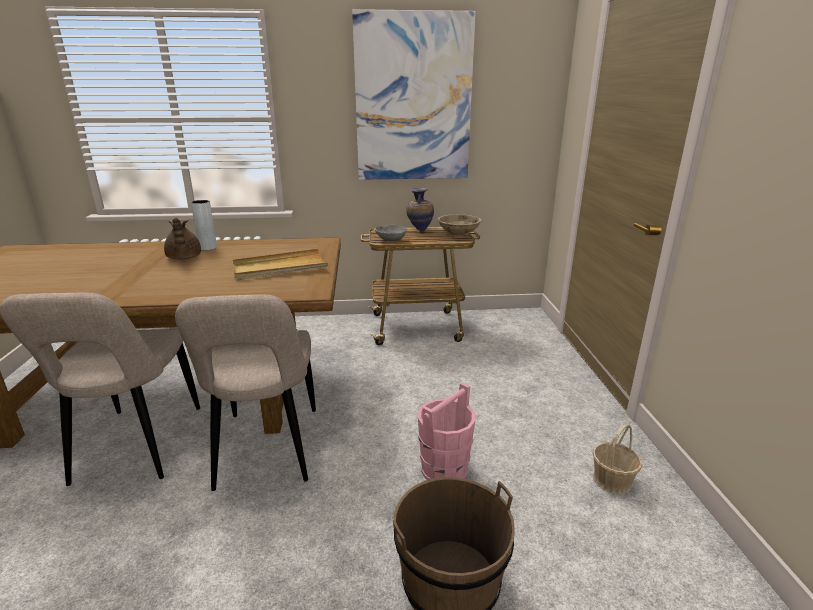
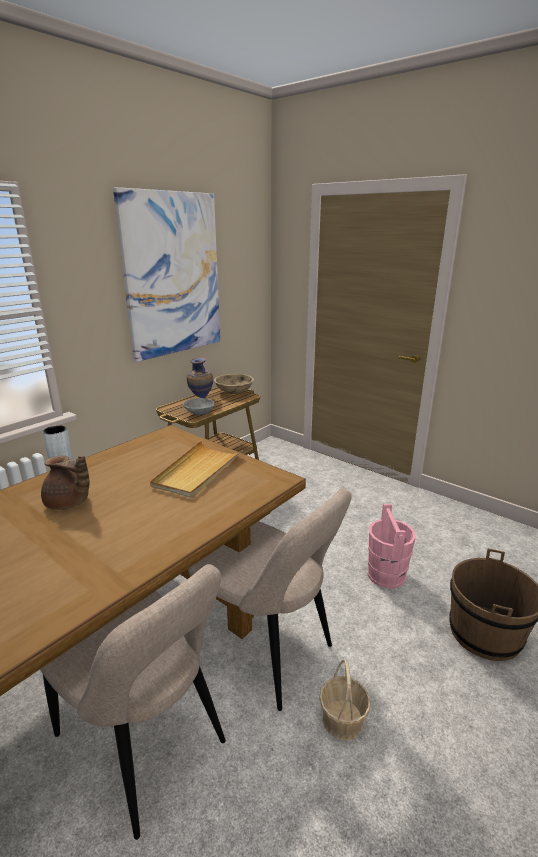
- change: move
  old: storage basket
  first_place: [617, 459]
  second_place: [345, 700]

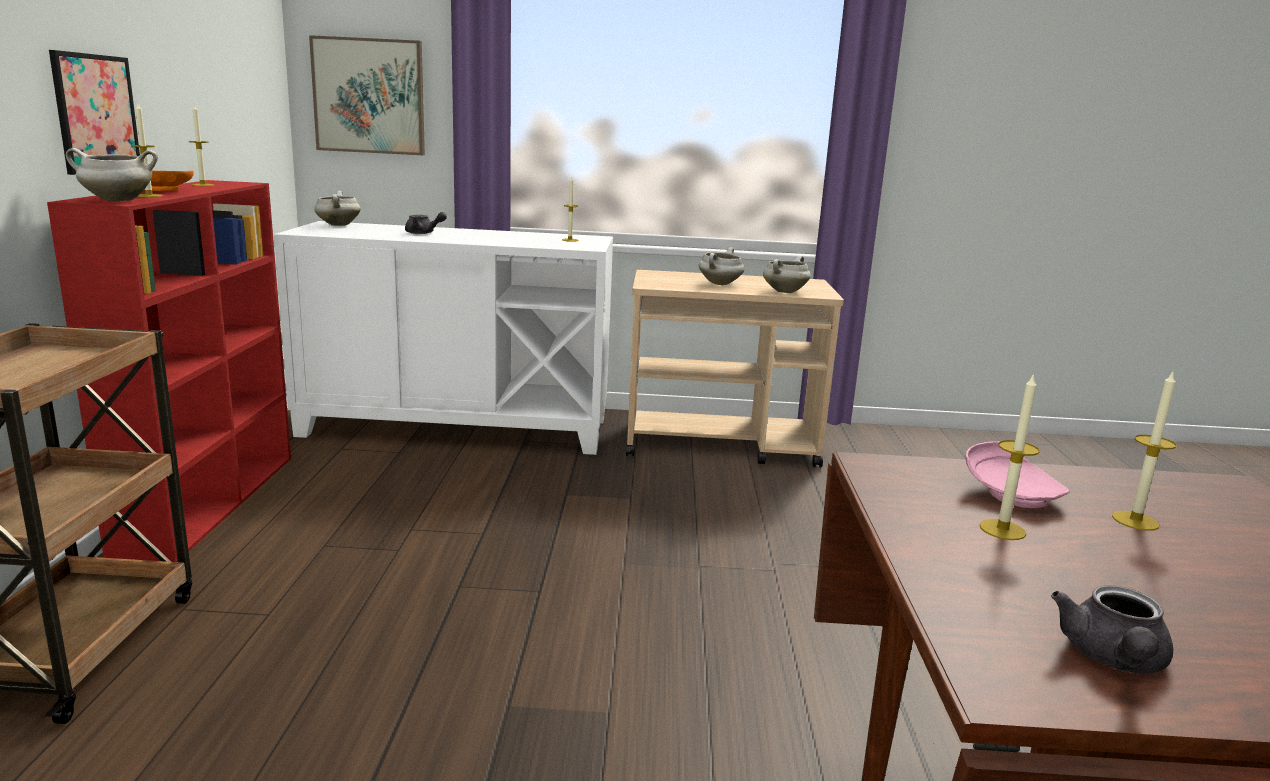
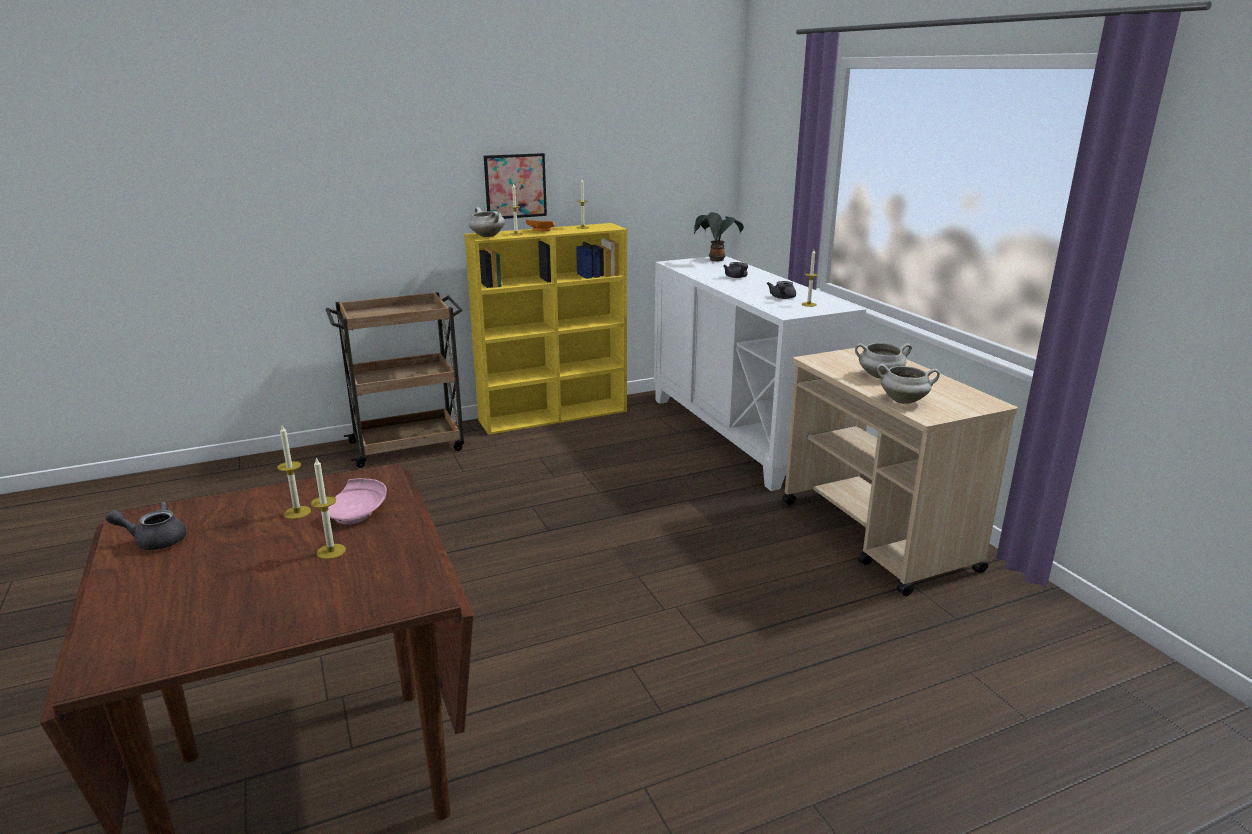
- change: delete
  old: wall picture
  first_place: [367, 95]
- change: insert
  new: grey pot for tea
  second_place: [781, 290]
- change: replace
  old: whitish stockpot
  new: plant in a pot
  first_place: [337, 208]
  second_place: [719, 236]
- change: recolor
  old: red bookshelf
  new: yellow-coloured bookshelf
  first_place: [169, 371]
  second_place: [546, 329]

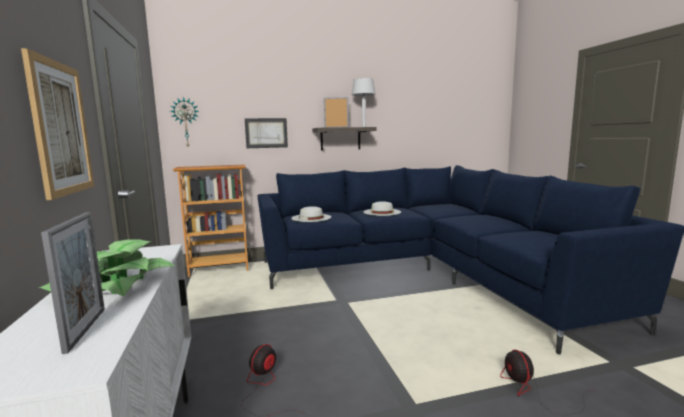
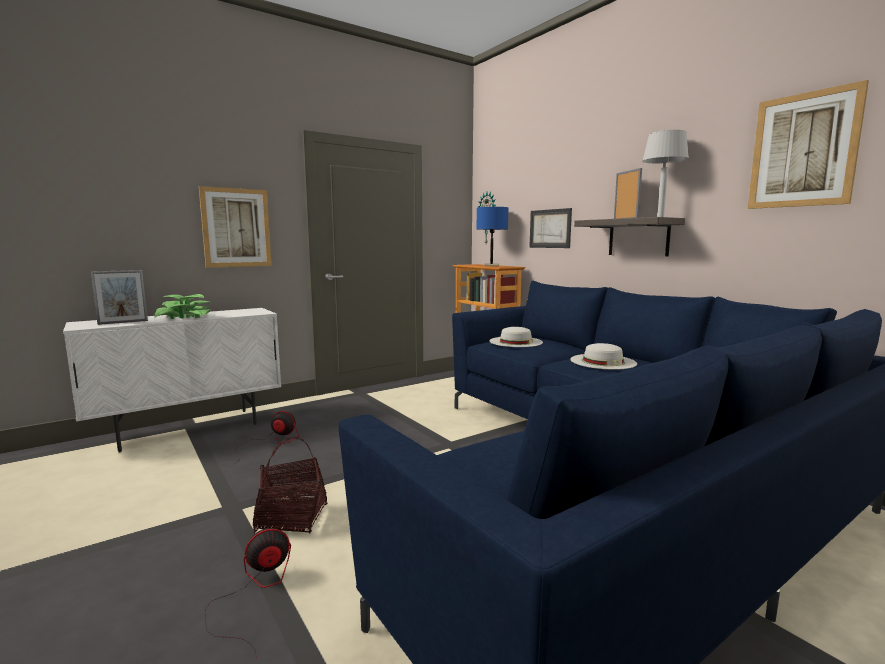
- change: insert
  new: storage basket
  second_place: [289, 485]
- change: insert
  new: blue tabletop lamp
  second_place: [492, 236]
- change: insert
  new: wall picture
  second_place: [808, 144]

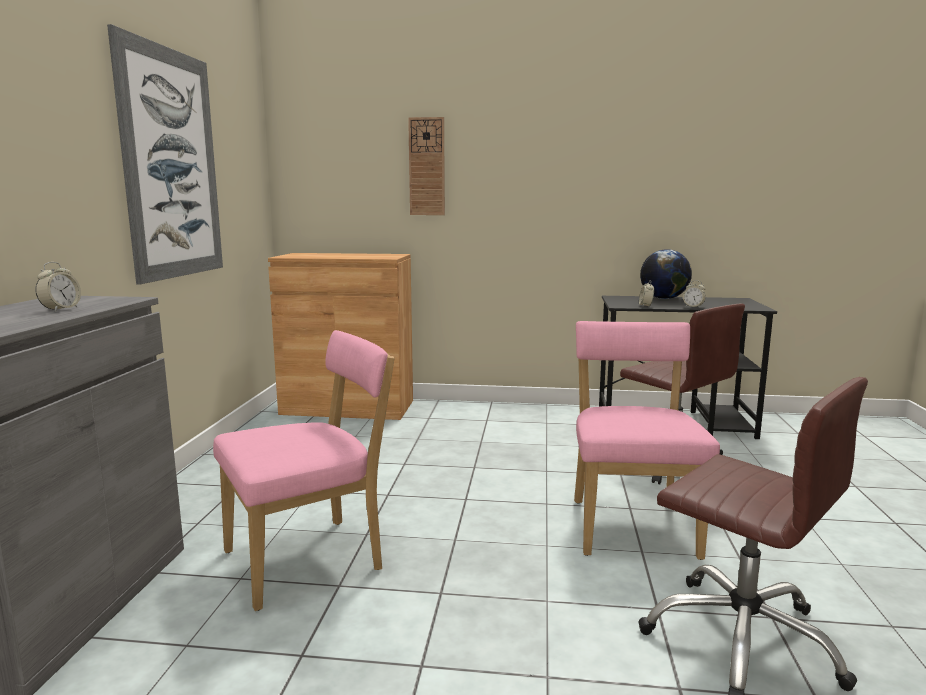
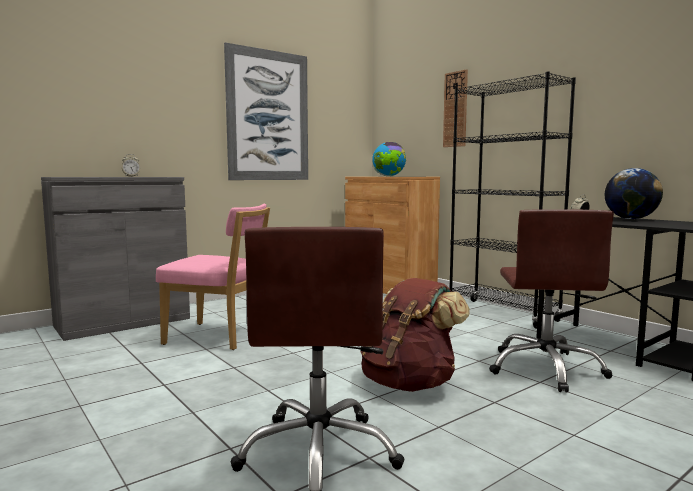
- change: delete
  old: alarm clock
  first_place: [694, 294]
- change: insert
  new: desk globe
  second_place: [389, 159]
- change: insert
  new: blackish bookshelf
  second_place: [512, 200]
- change: replace
  old: pinkish chair
  new: brownish rucksack
  first_place: [647, 440]
  second_place: [415, 335]

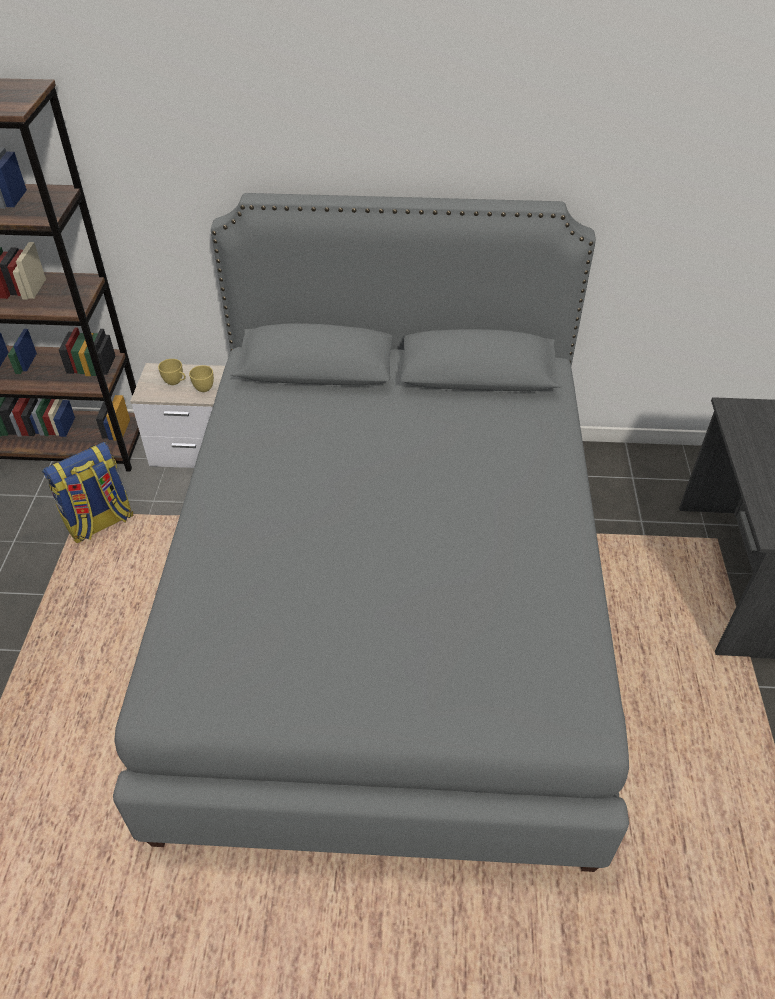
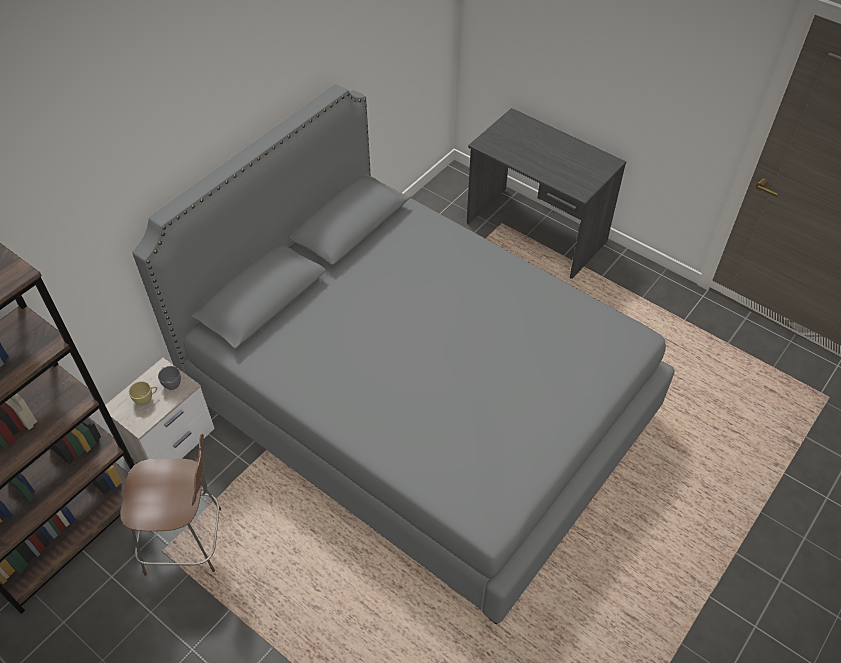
- change: replace
  old: rucksack
  new: brownish chair
  first_place: [87, 492]
  second_place: [170, 505]
- change: recolor
  old: yellow-coloured drinking cup
  new: grey drinking cup
  first_place: [201, 378]
  second_place: [169, 378]

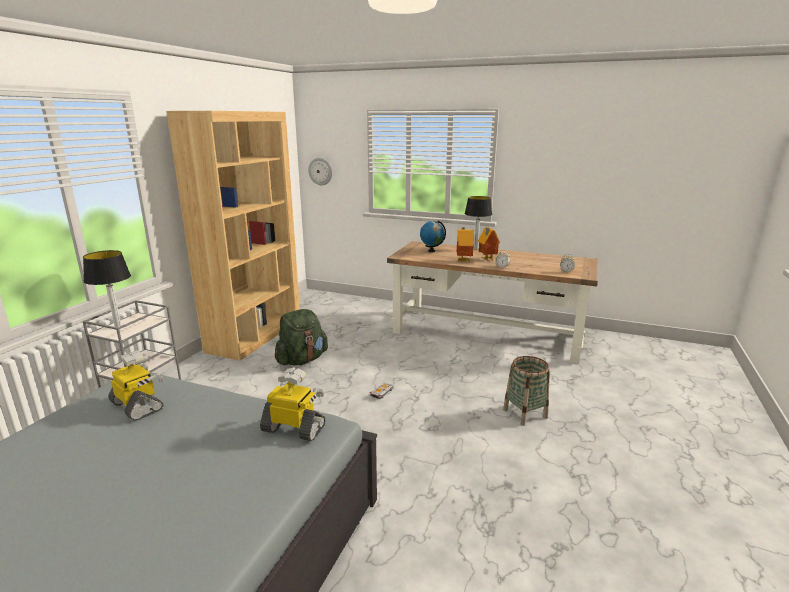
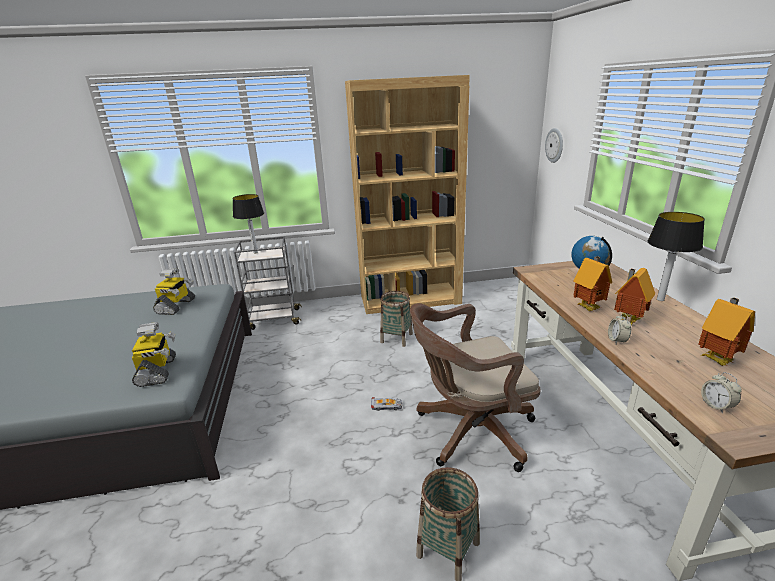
- change: insert
  new: brownish desk chair
  second_place: [475, 387]
- change: insert
  new: model house
  second_place: [726, 331]
- change: replace
  old: greenish rucksack
  new: storage basket
  first_place: [301, 337]
  second_place: [396, 319]

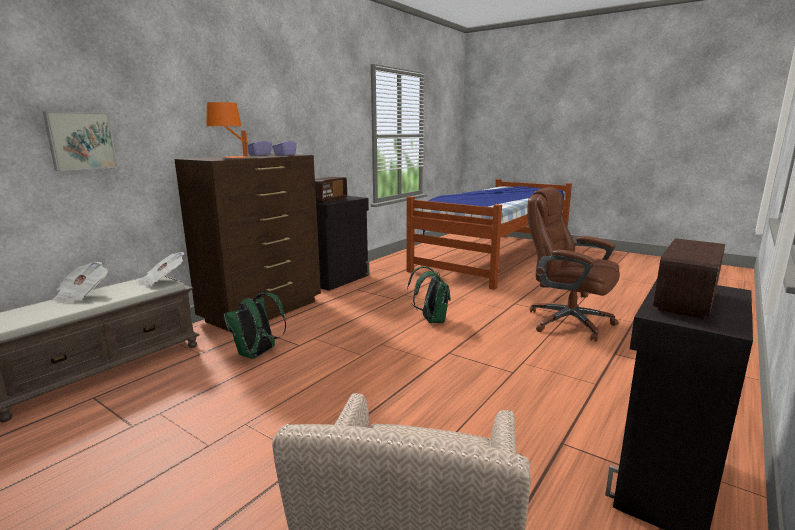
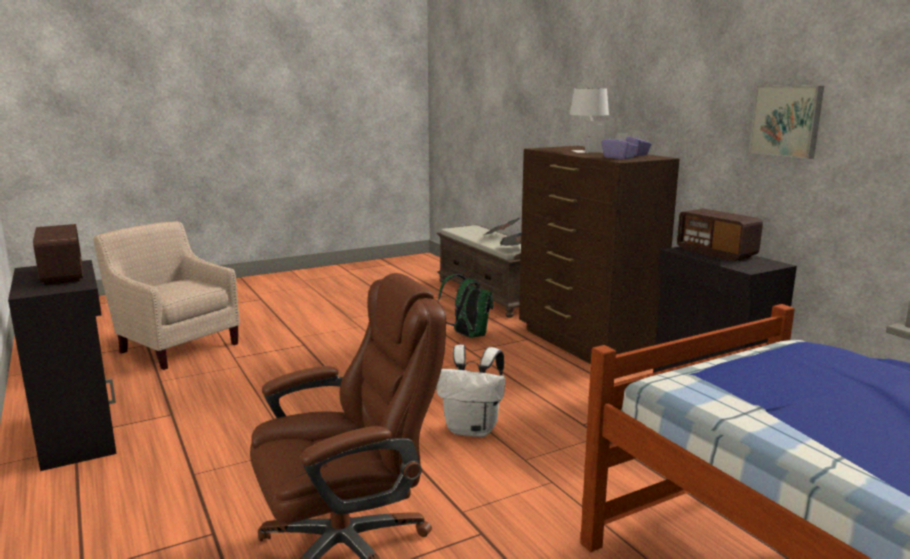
- change: move
  old: wall picture
  first_place: [80, 141]
  second_place: [786, 122]
- change: recolor
  old: orangey tabletop lamp
  new: whitish tabletop lamp
  first_place: [227, 130]
  second_place: [589, 120]
- change: recolor
  old: greenish rucksack
  new: whitish rucksack
  first_place: [429, 294]
  second_place: [470, 391]

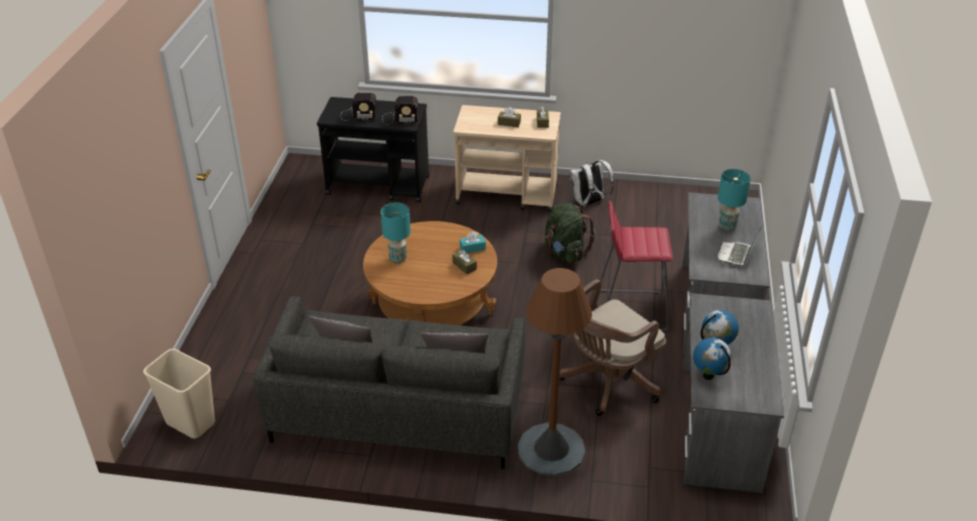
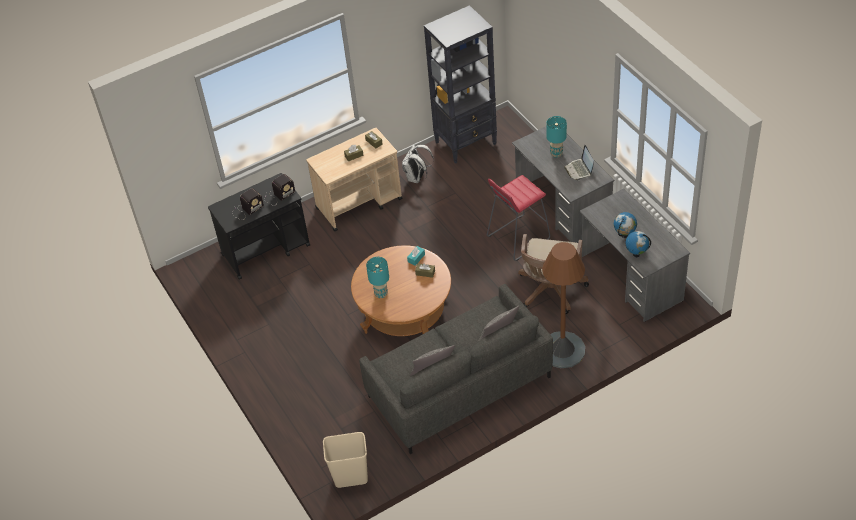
- change: delete
  old: greenish rucksack
  first_place: [570, 232]
- change: insert
  new: blackish bookshelf
  second_place: [460, 84]

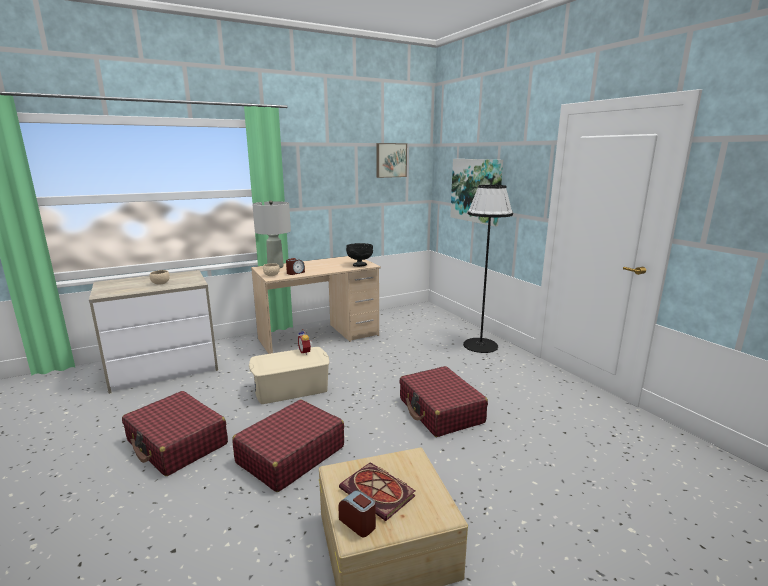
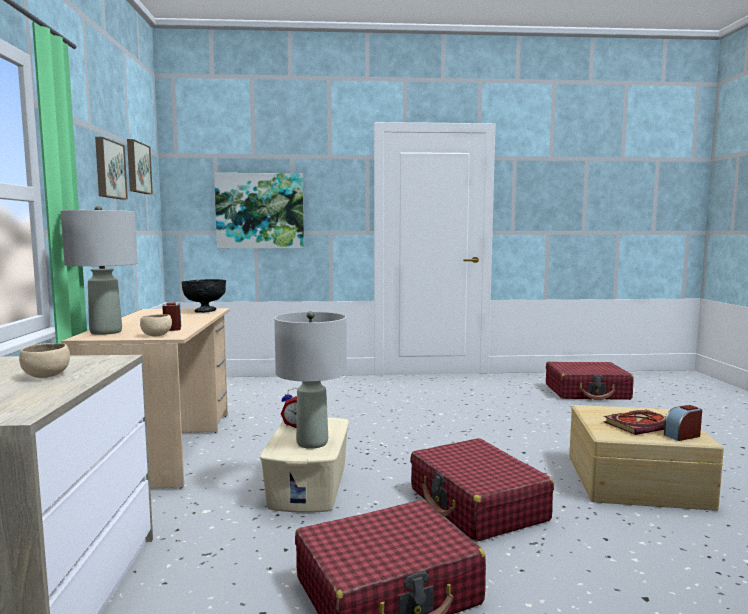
- change: delete
  old: blackish standing lamp
  first_place: [488, 269]
- change: insert
  new: wall picture
  second_place: [111, 168]
- change: insert
  new: grey tabletop lamp
  second_place: [310, 380]
- change: move
  old: red travel case
  first_place: [443, 401]
  second_place: [590, 381]

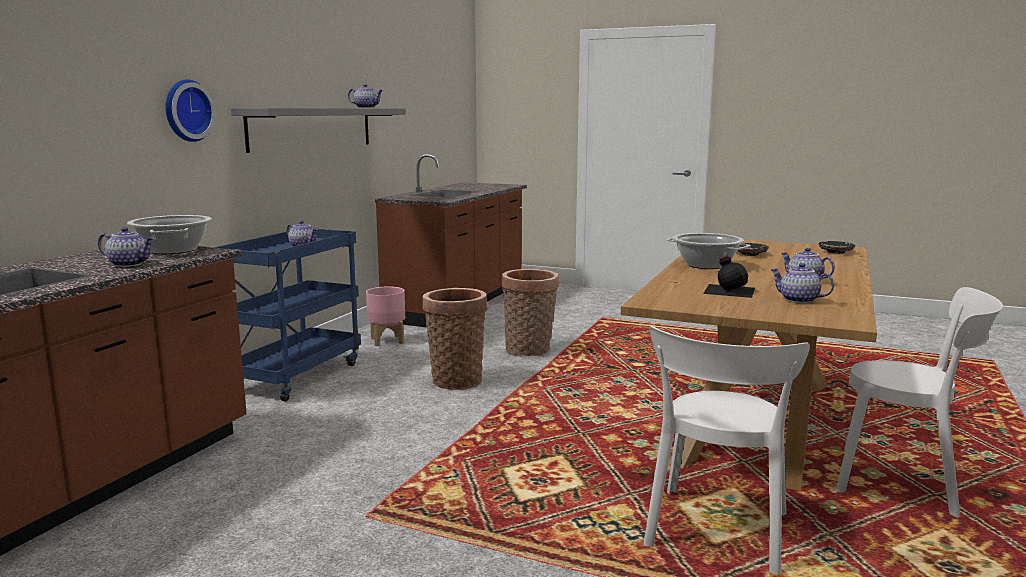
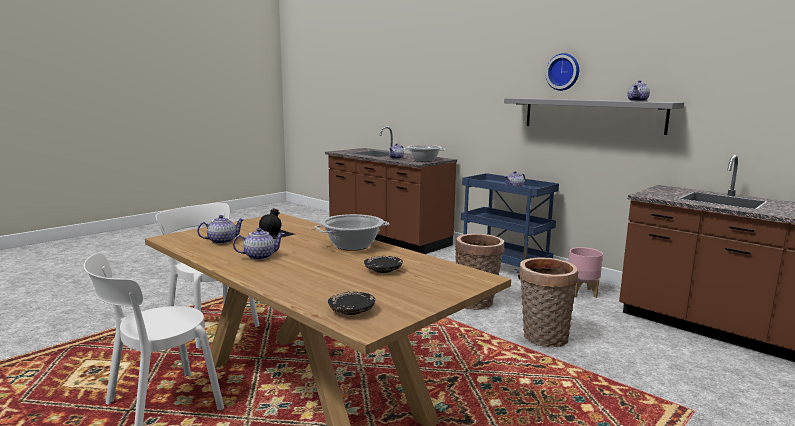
- change: move
  old: hanging clock
  first_place: [190, 110]
  second_place: [562, 72]

